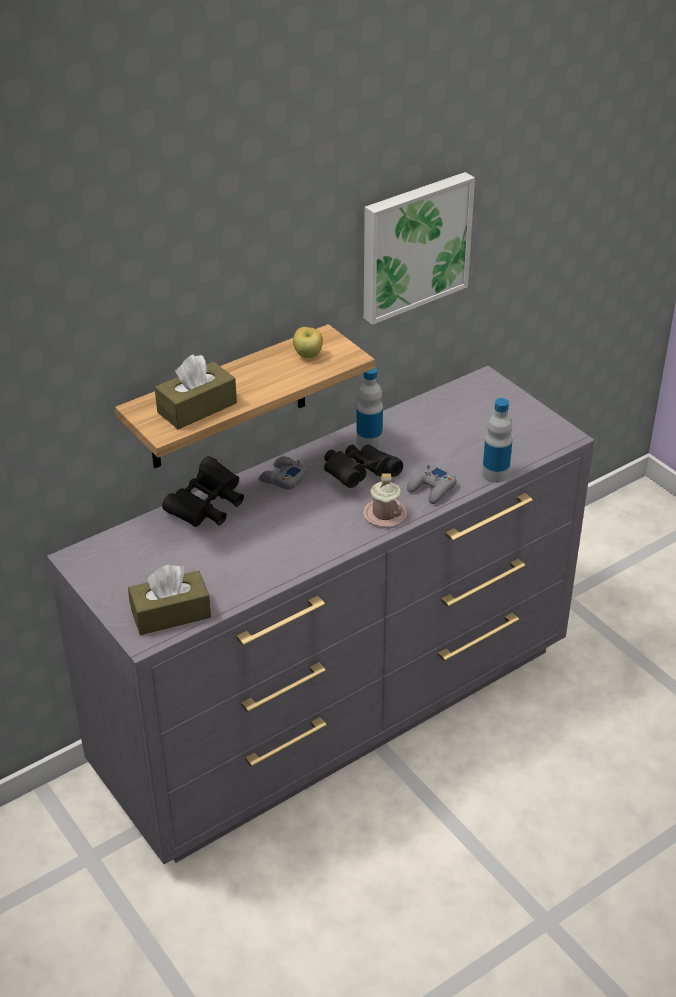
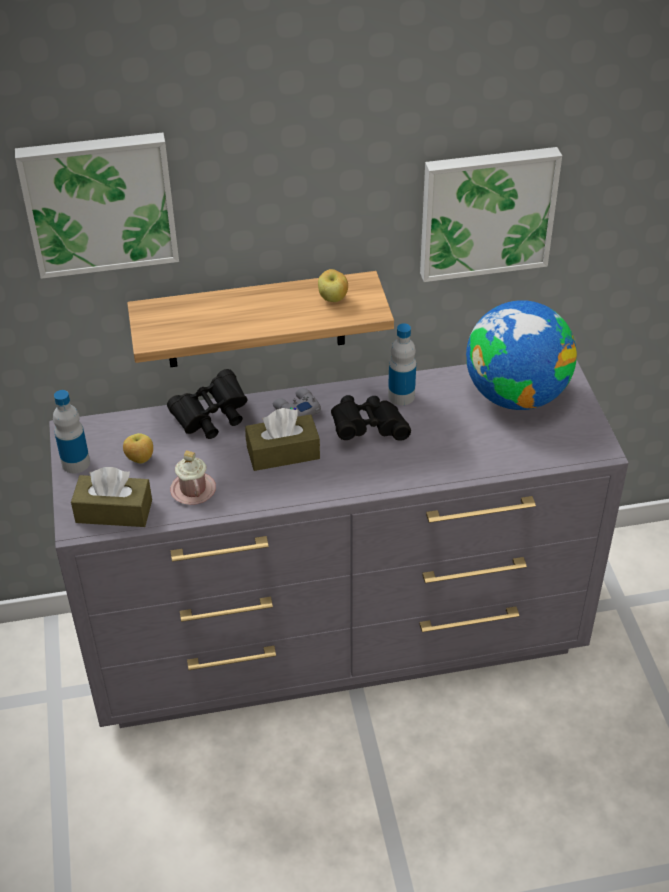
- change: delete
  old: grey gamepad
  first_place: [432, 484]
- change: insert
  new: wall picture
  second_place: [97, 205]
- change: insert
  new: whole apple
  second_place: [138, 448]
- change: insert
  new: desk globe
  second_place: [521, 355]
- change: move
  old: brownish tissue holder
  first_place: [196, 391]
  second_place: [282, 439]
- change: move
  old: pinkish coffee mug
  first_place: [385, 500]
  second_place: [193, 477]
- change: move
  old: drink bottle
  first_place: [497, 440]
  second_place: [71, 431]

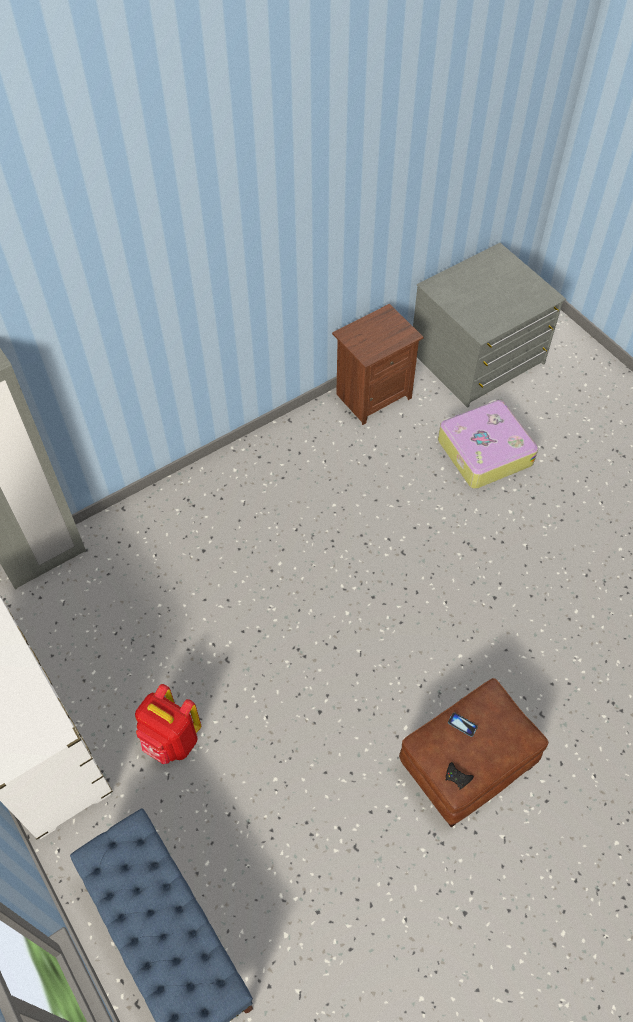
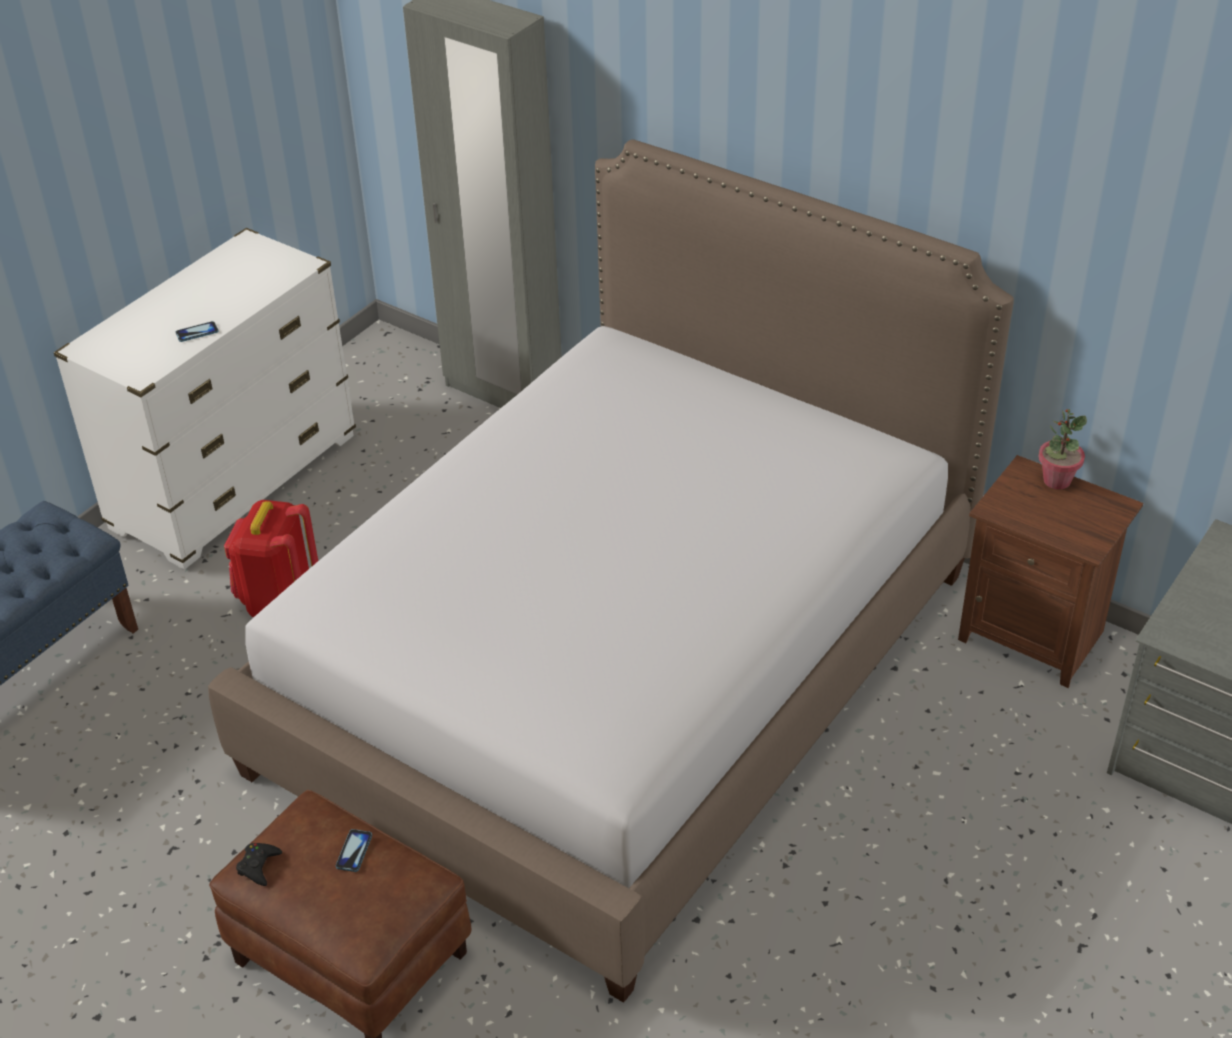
- change: delete
  old: travel case
  first_place: [488, 444]
- change: insert
  new: handset
  second_place: [197, 331]
- change: insert
  new: bed
  second_place: [611, 571]
- change: insert
  new: plant in a pot
  second_place: [1062, 449]

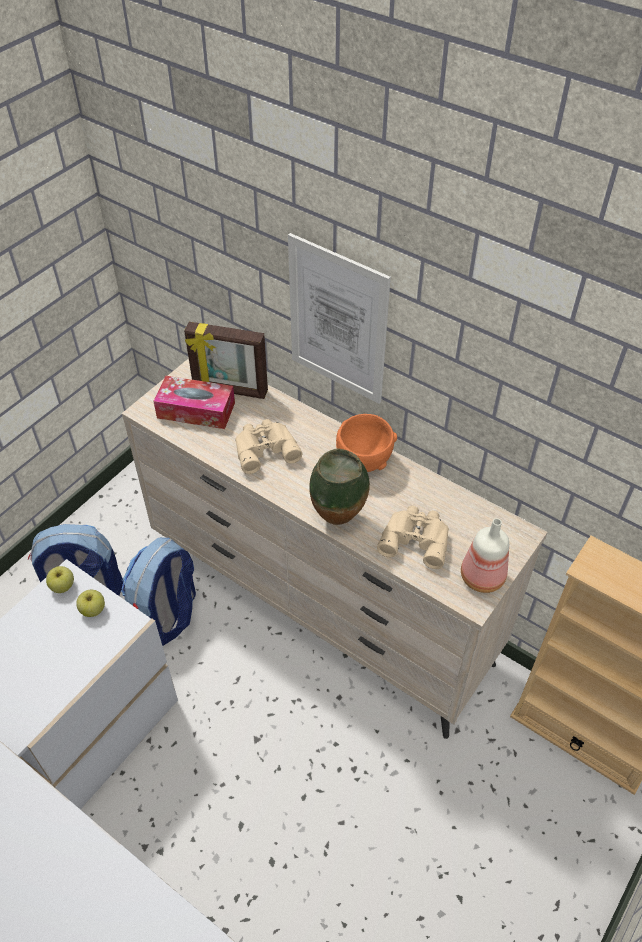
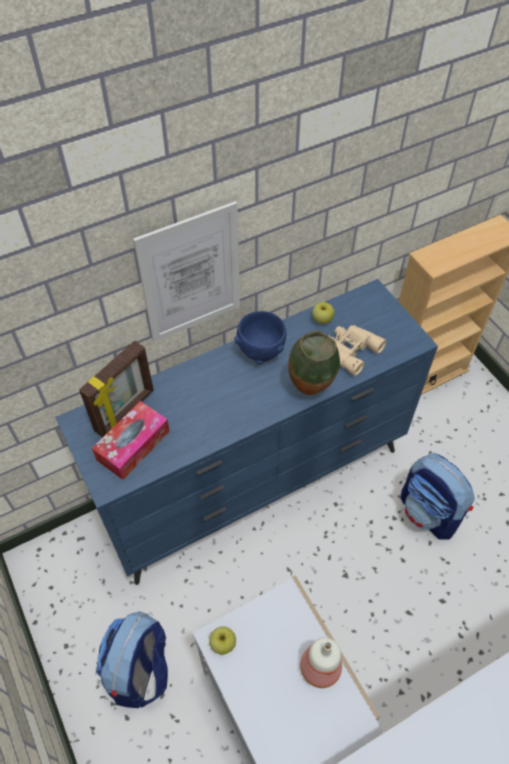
- change: delete
  old: beige-coloured pair of binoculars
  first_place: [268, 446]
- change: move
  old: whole apple
  first_place: [90, 603]
  second_place: [323, 313]
- change: move
  old: rucksack
  first_place: [158, 591]
  second_place: [438, 496]
- change: move
  old: drink bottle
  first_place: [485, 555]
  second_place: [321, 663]
- change: recolor
  old: beige-coloured drawer chest
  new: blue drawer chest
  first_place: [335, 548]
  second_place: [246, 432]
- change: recolor
  old: orangey bowl
  new: blue bowl
  first_place: [366, 443]
  second_place: [260, 338]

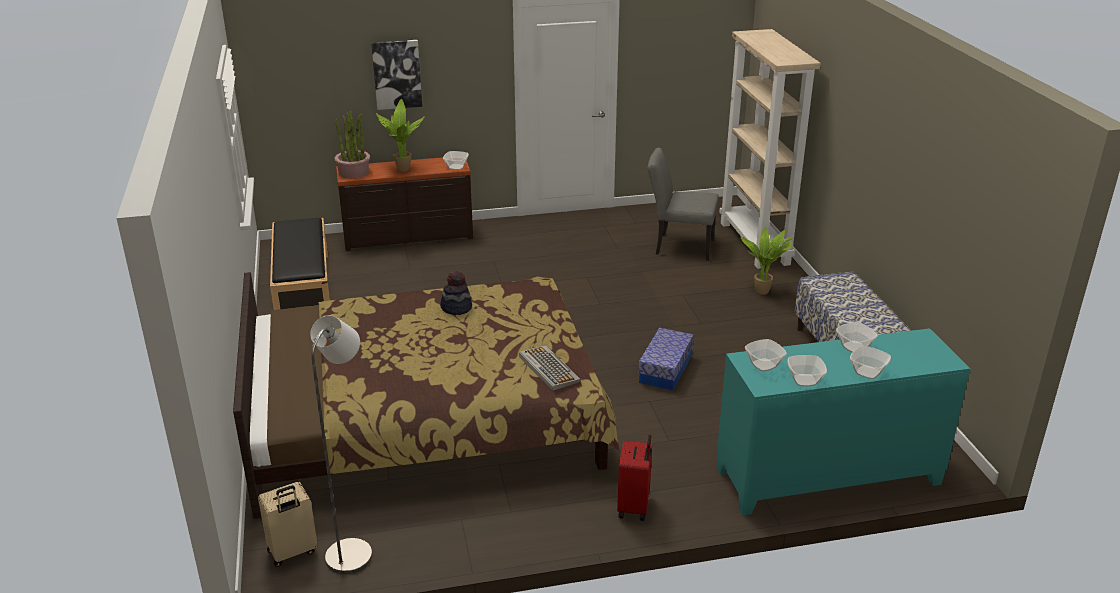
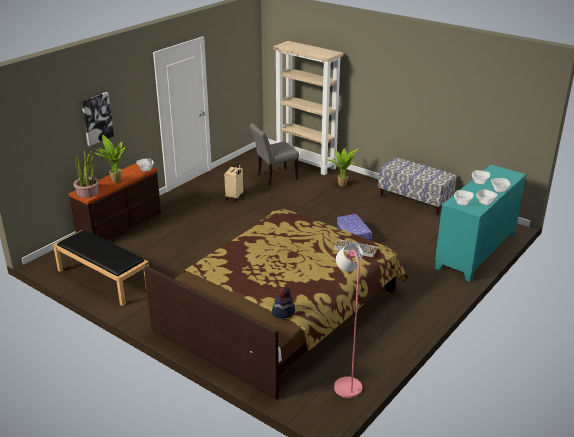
- change: delete
  old: red travel case
  first_place: [634, 478]
- change: move
  old: beige-coloured travel case
  first_place: [287, 524]
  second_place: [233, 182]
- change: move
  old: hat
  first_place: [456, 293]
  second_place: [283, 303]
- change: recolor
  old: grey standing lamp
  new: pinkish standing lamp
  first_place: [341, 444]
  second_place: [348, 320]

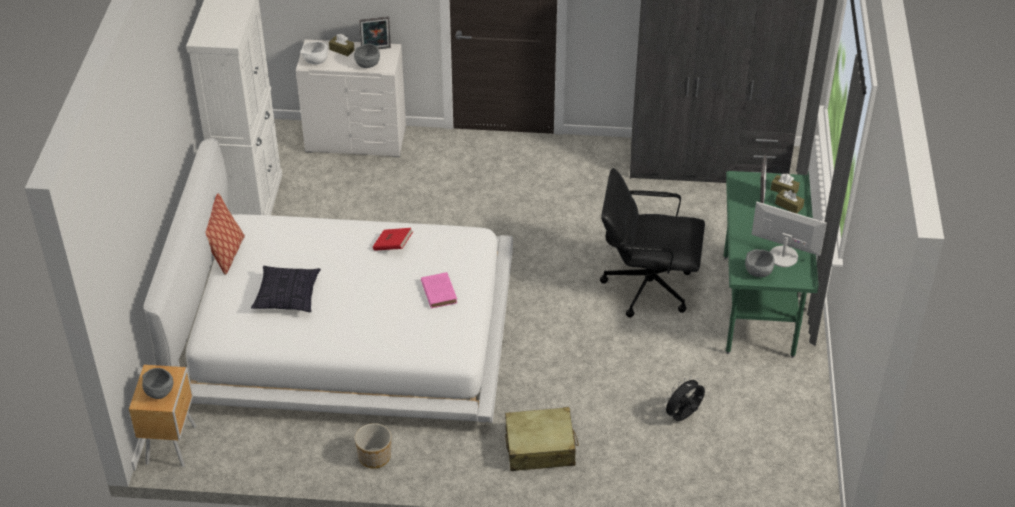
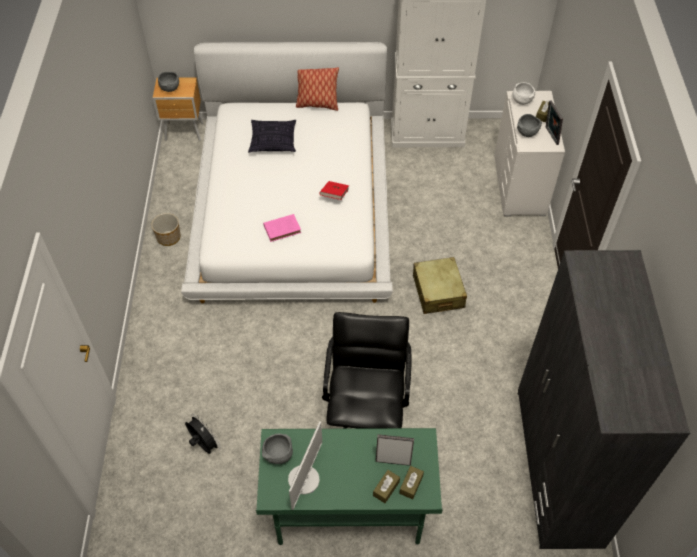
- change: move
  old: beige-coloured travel case
  first_place: [542, 439]
  second_place: [440, 285]

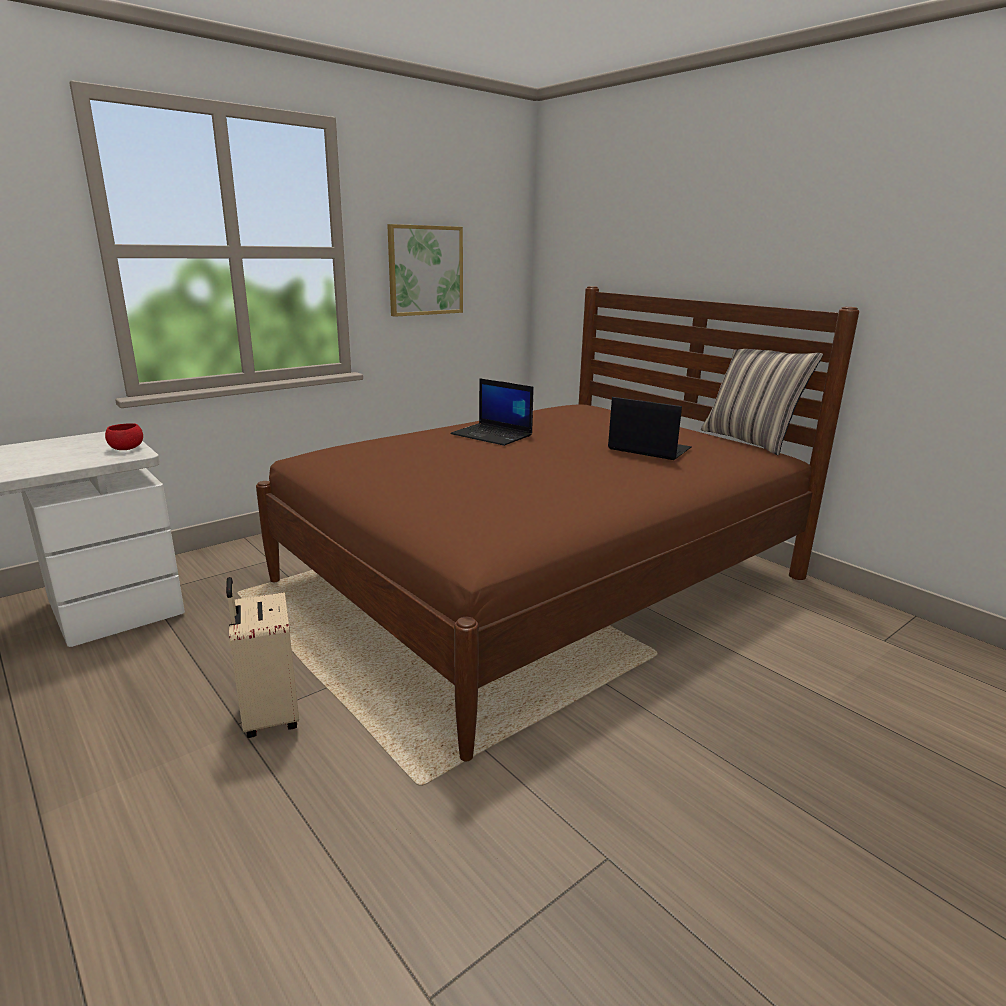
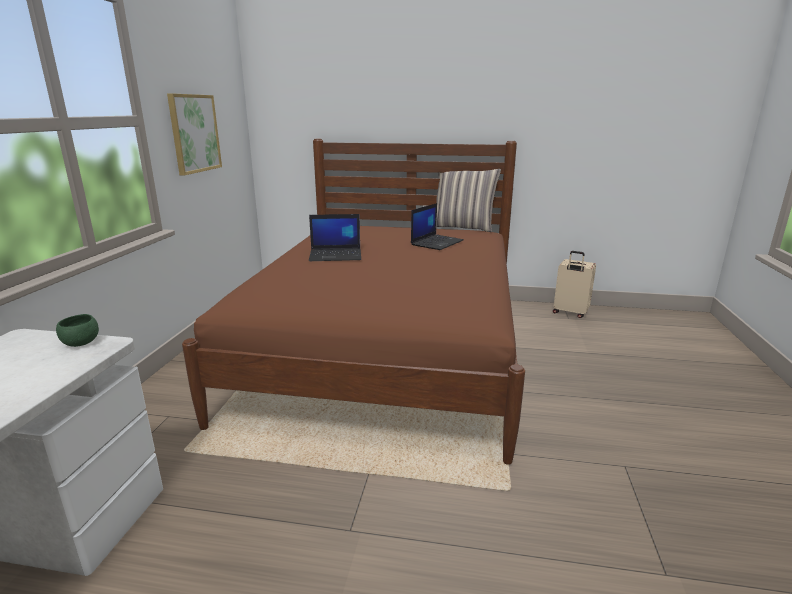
- change: move
  old: beige-coloured travel case
  first_place: [262, 657]
  second_place: [574, 284]
- change: recolor
  old: red bowl
  new: greenish bowl
  first_place: [124, 436]
  second_place: [77, 330]
- change: rotate
  old: portable computer
  first_place: [650, 428]
  second_place: [437, 226]
  degrees: 135

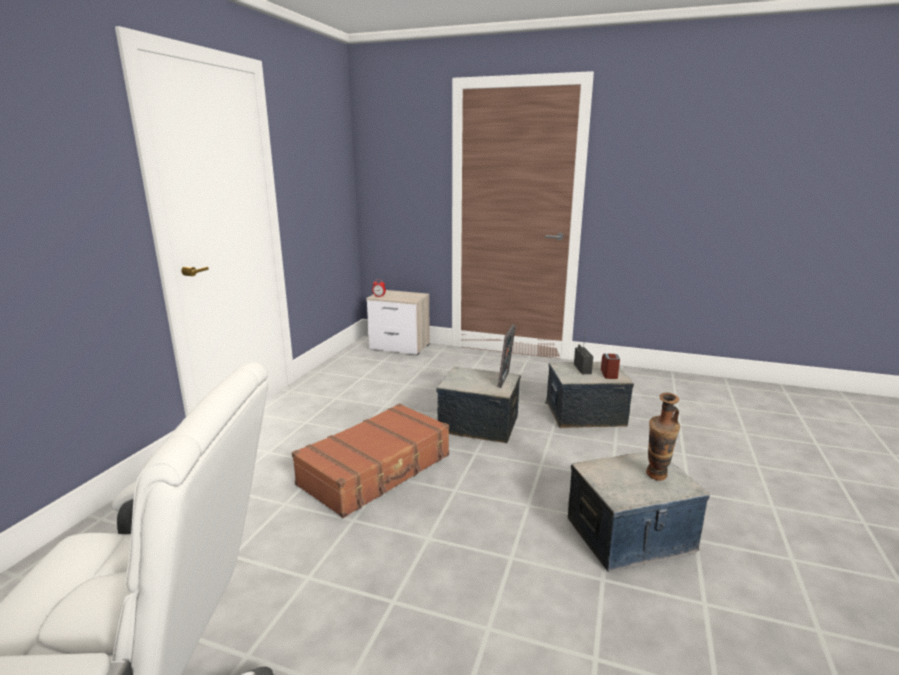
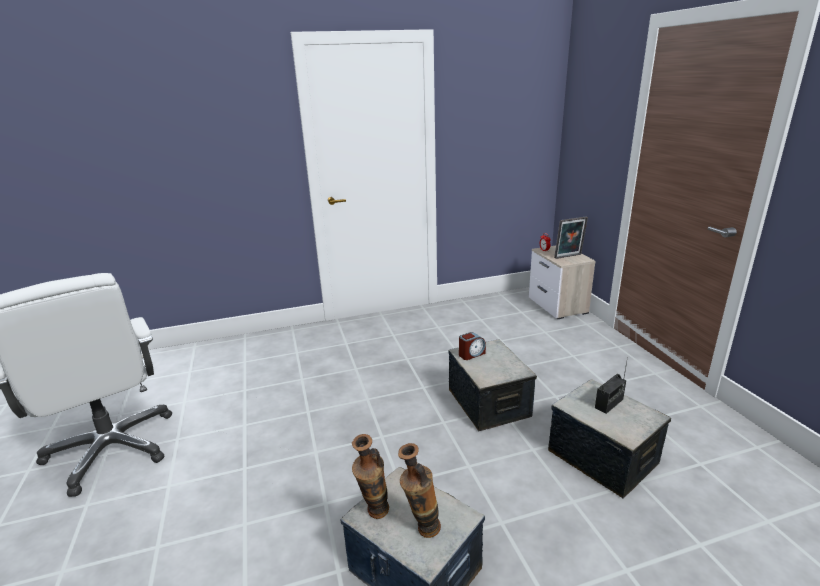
- change: delete
  old: brownish travel case
  first_place: [370, 460]
- change: insert
  new: vase
  second_place: [370, 476]
- change: move
  old: standing frame
  first_place: [507, 356]
  second_place: [571, 238]
- change: move
  old: alarm clock
  first_place: [610, 366]
  second_place: [472, 346]

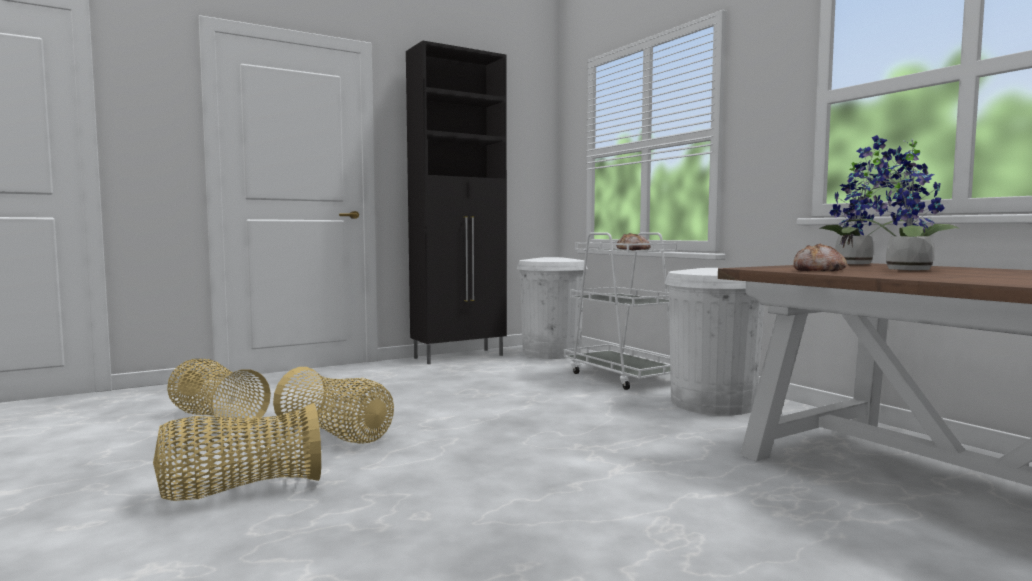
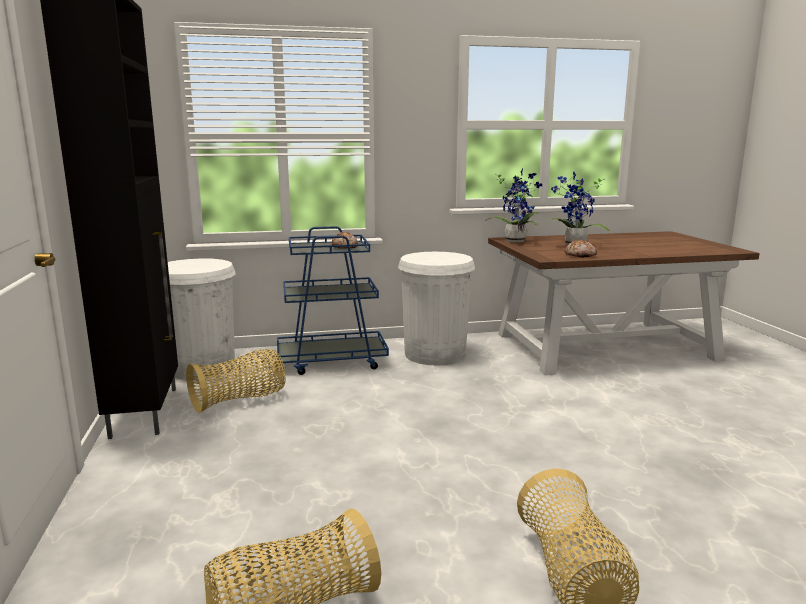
- change: move
  old: storage basket
  first_place: [333, 405]
  second_place: [236, 381]
- change: recolor
  old: whitish wheeled cart
  new: blue wheeled cart
  first_place: [620, 311]
  second_place: [333, 300]

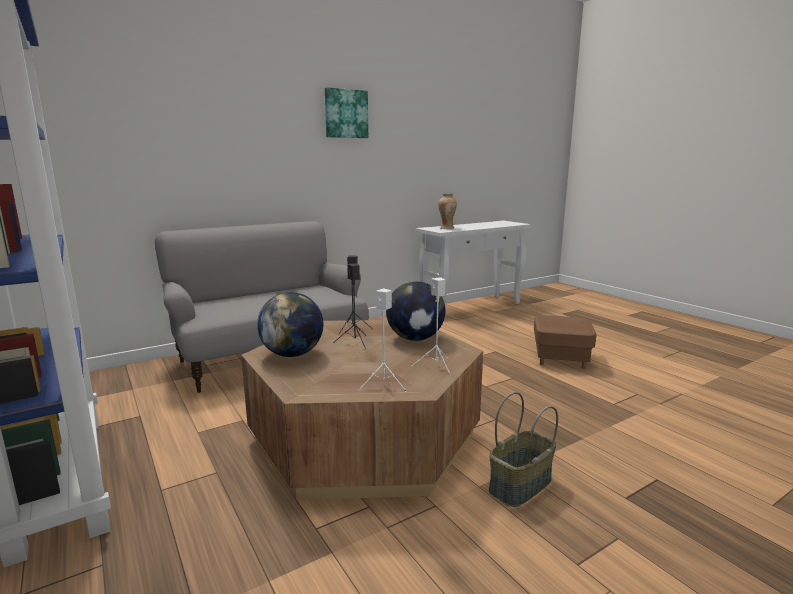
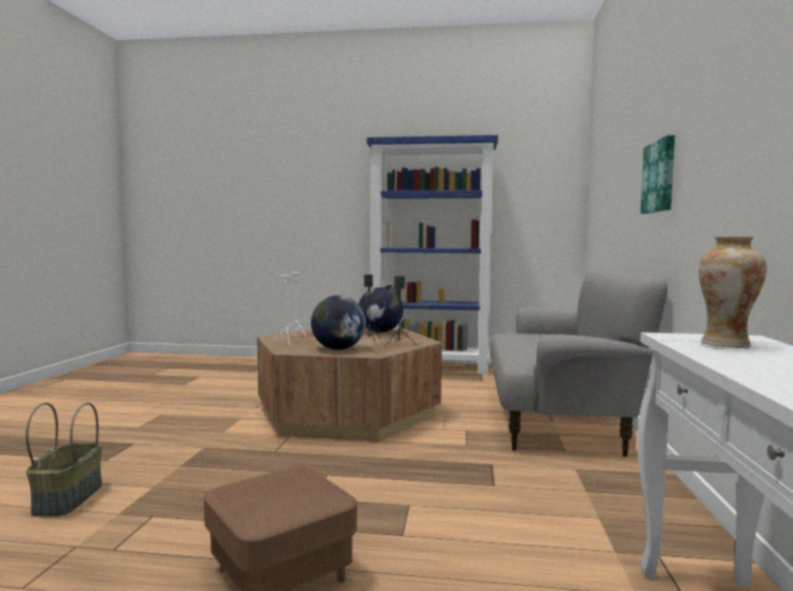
- change: move
  old: wall picture
  first_place: [346, 112]
  second_place: [657, 174]
- change: move
  old: storage basket
  first_place: [523, 449]
  second_place: [64, 459]

